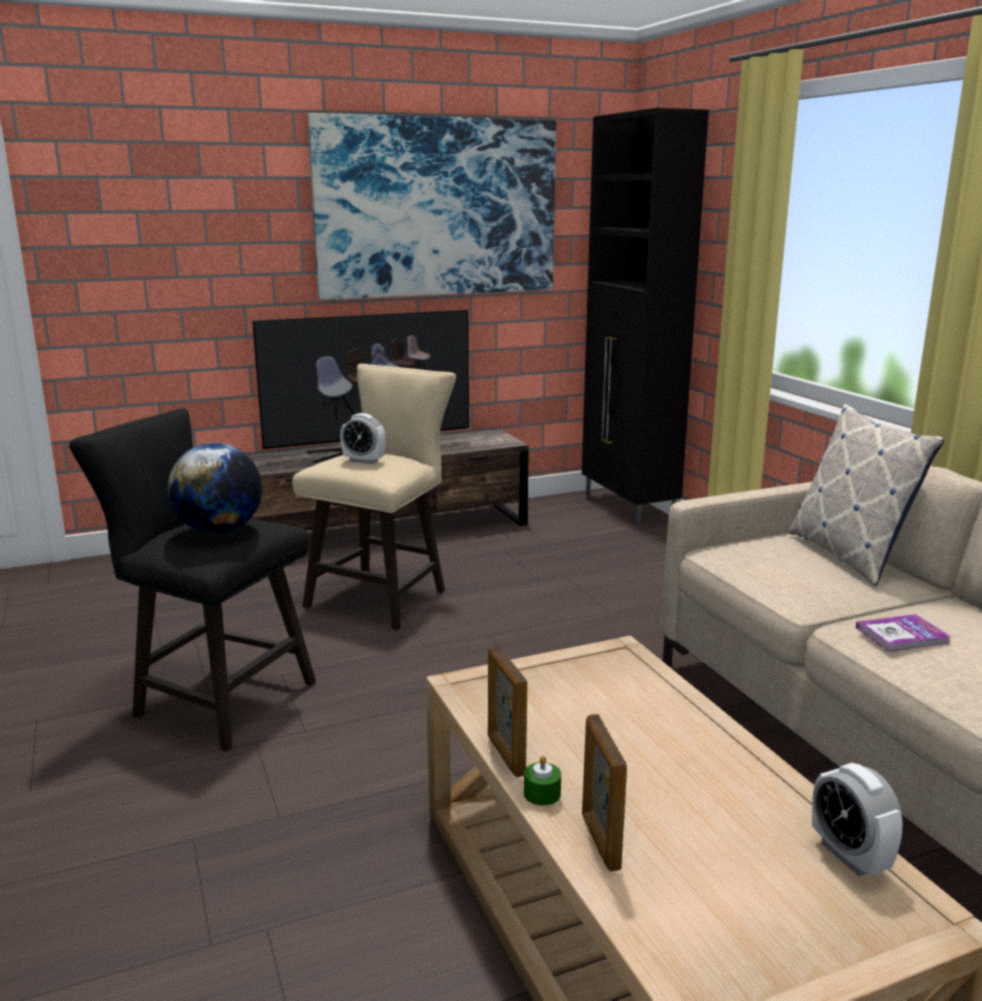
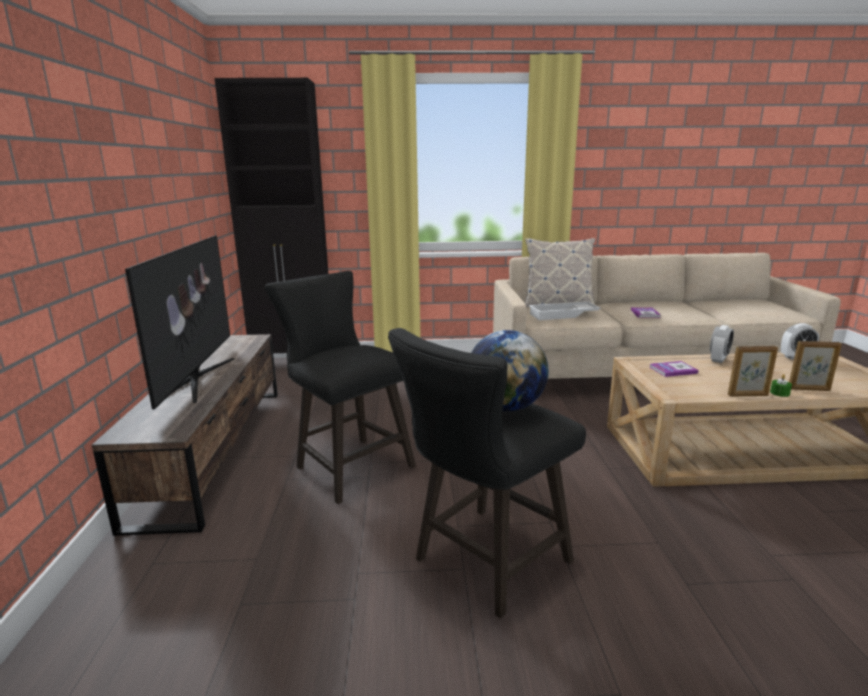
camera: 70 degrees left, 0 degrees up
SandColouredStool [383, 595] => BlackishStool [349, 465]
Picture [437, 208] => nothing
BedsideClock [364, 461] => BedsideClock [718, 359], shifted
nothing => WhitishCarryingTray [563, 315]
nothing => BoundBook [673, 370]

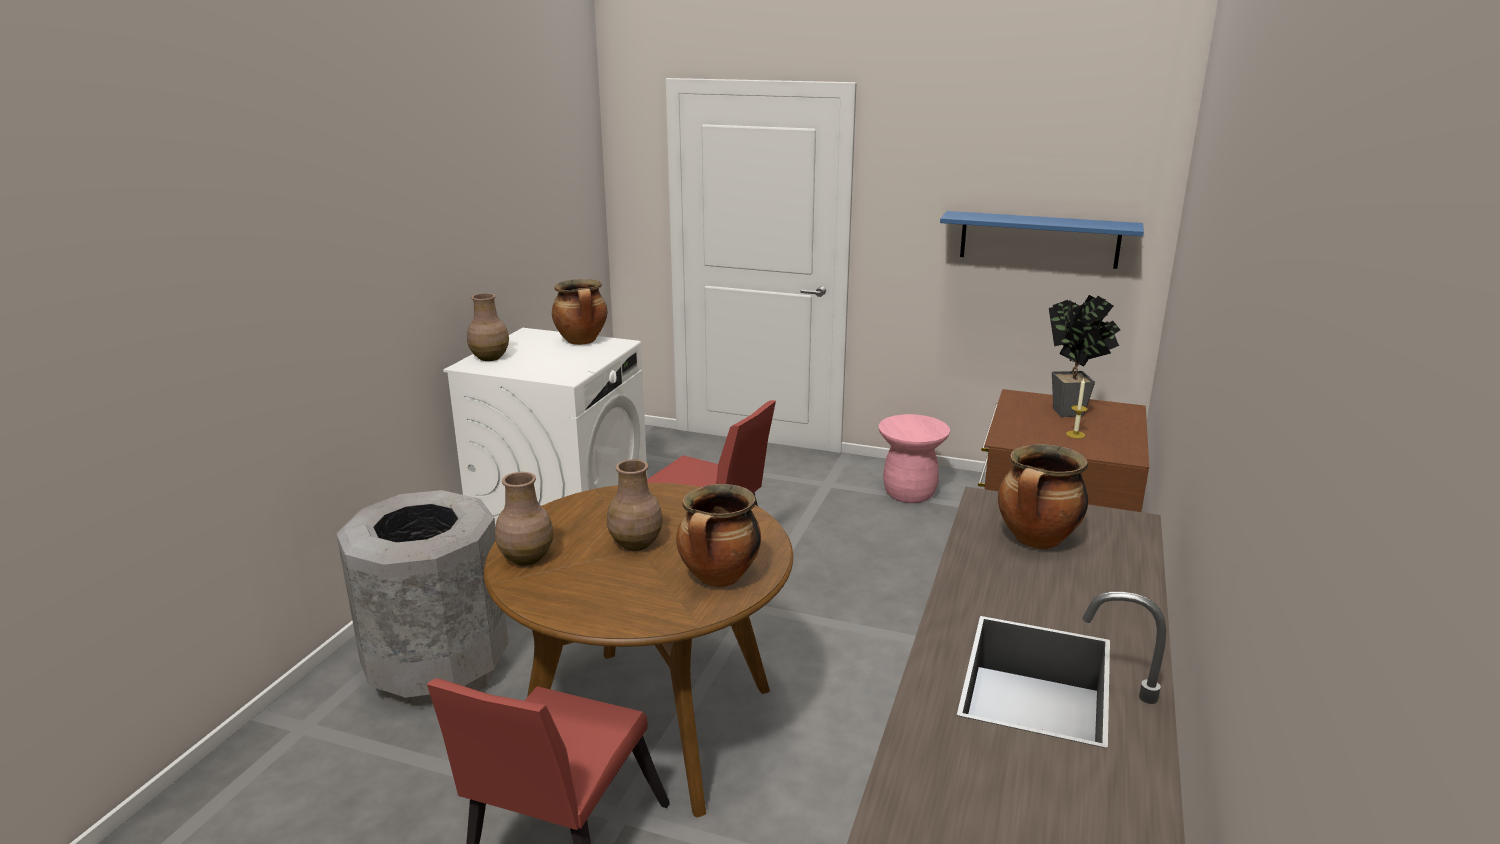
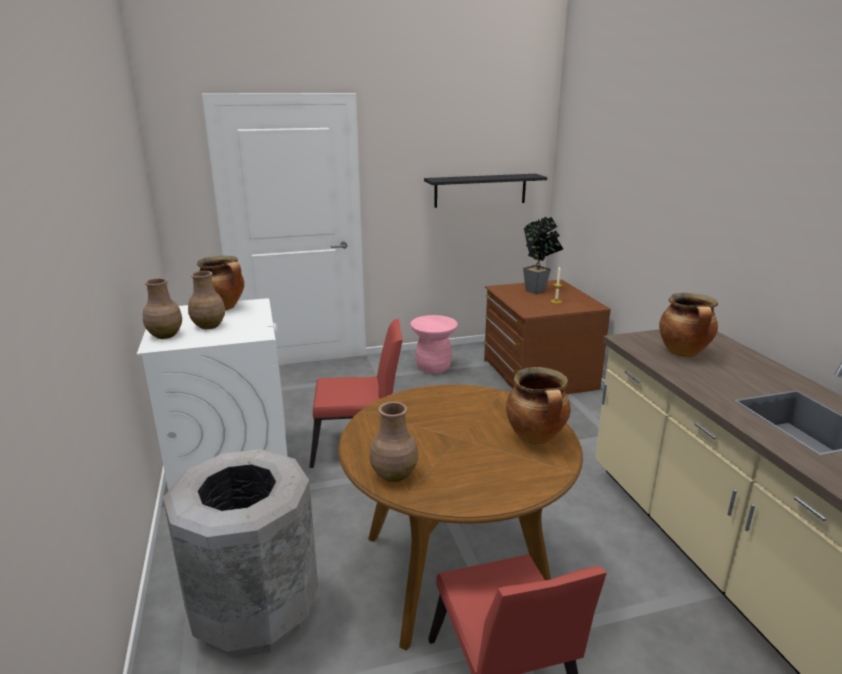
camera: 35 degrees left, 0 degrees up
BrownVase [636, 544] => BrownVase [209, 326], shifted
BluishBracketShelf [1039, 239] => BlackishBracketShelf [480, 190]

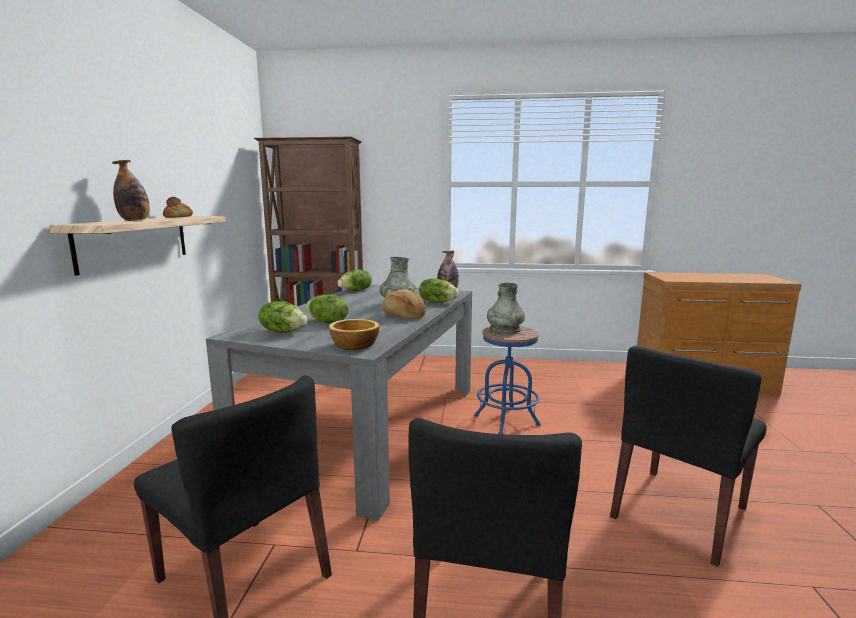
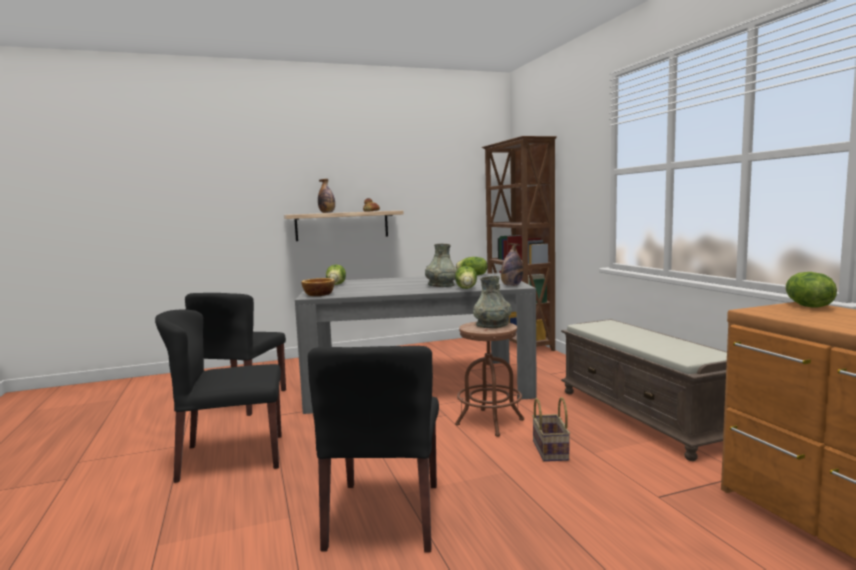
camera: 65 degrees right, 5 degrees down
Lettuce [327, 322] => Lettuce [806, 306], shifted
Bread [403, 315] => nothing
BluishStool [506, 420] => BrownStool [490, 422]
BlackishPlainChair [679, 513] => BlackishPlainChair [384, 516], 105 degrees counterclockwise
nothing => HouseholdBasket [549, 450]
nothing => BrownBench [644, 417]

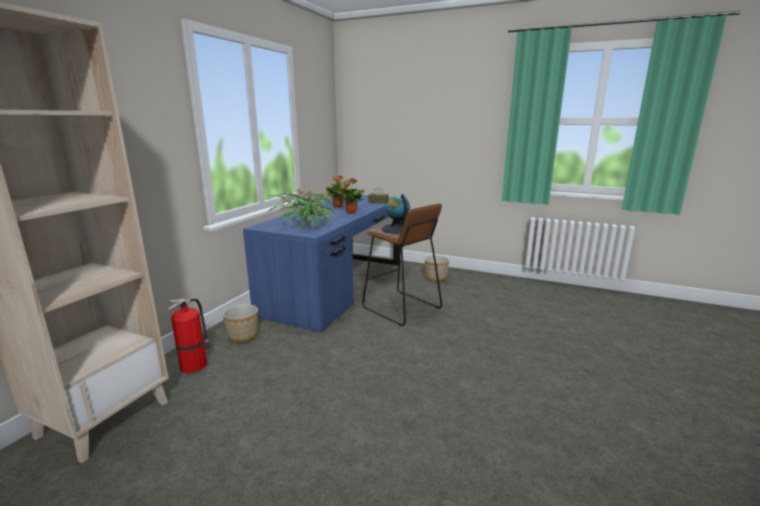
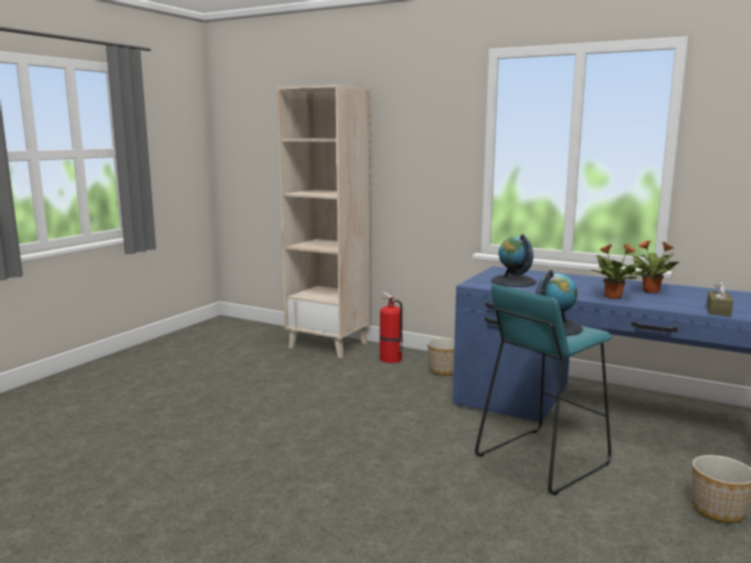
camera: 95 degrees right, 5 degrees down
PottedPlant [306, 225] => WorldGlobe [513, 281]
BrownStool [401, 308] => BlueGreenStool [541, 460]

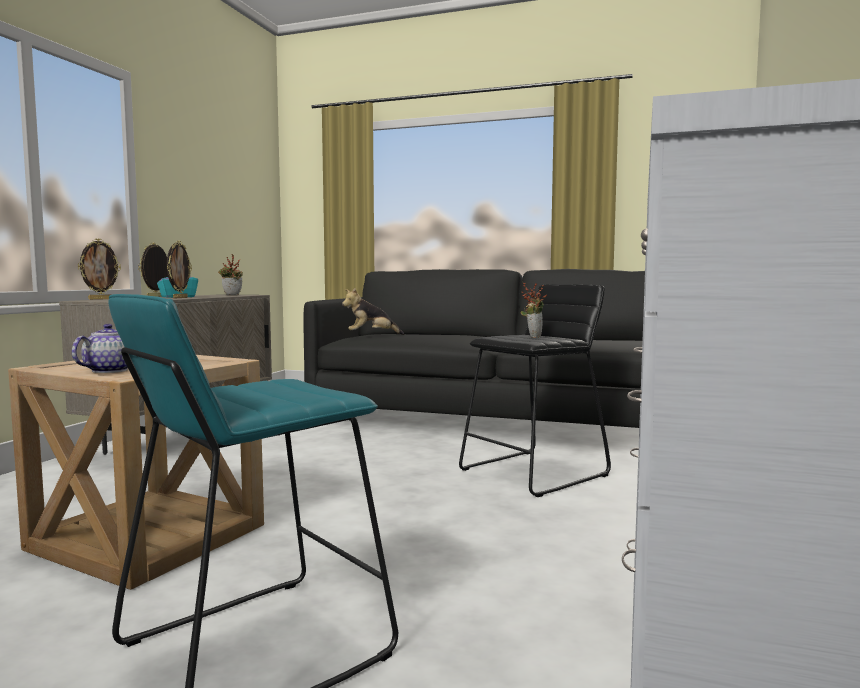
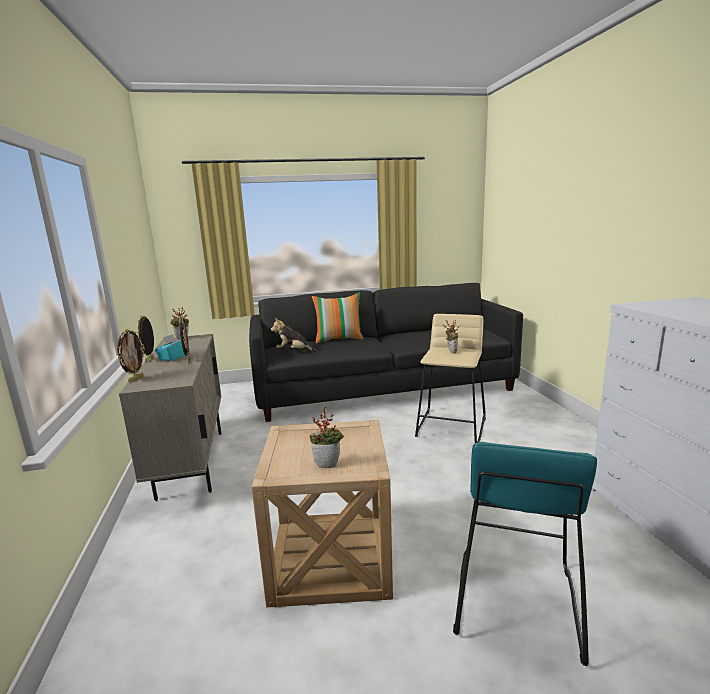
camera: 30 degrees left, 10 degrees up
Teapot [109, 370] => PottedPlant [328, 464]
PlushToy [371, 335] => PlushToy [294, 351], 60 degrees clockwise
BlackishStool [534, 473] => SandColouredStool [451, 427]
nothing => Cushion [339, 339]

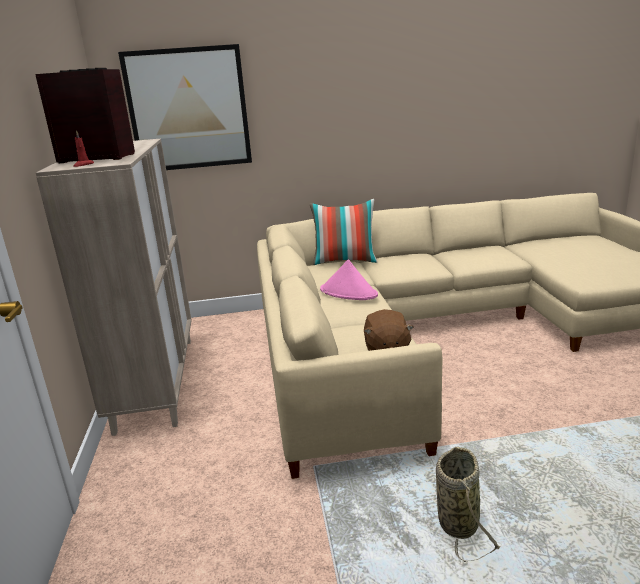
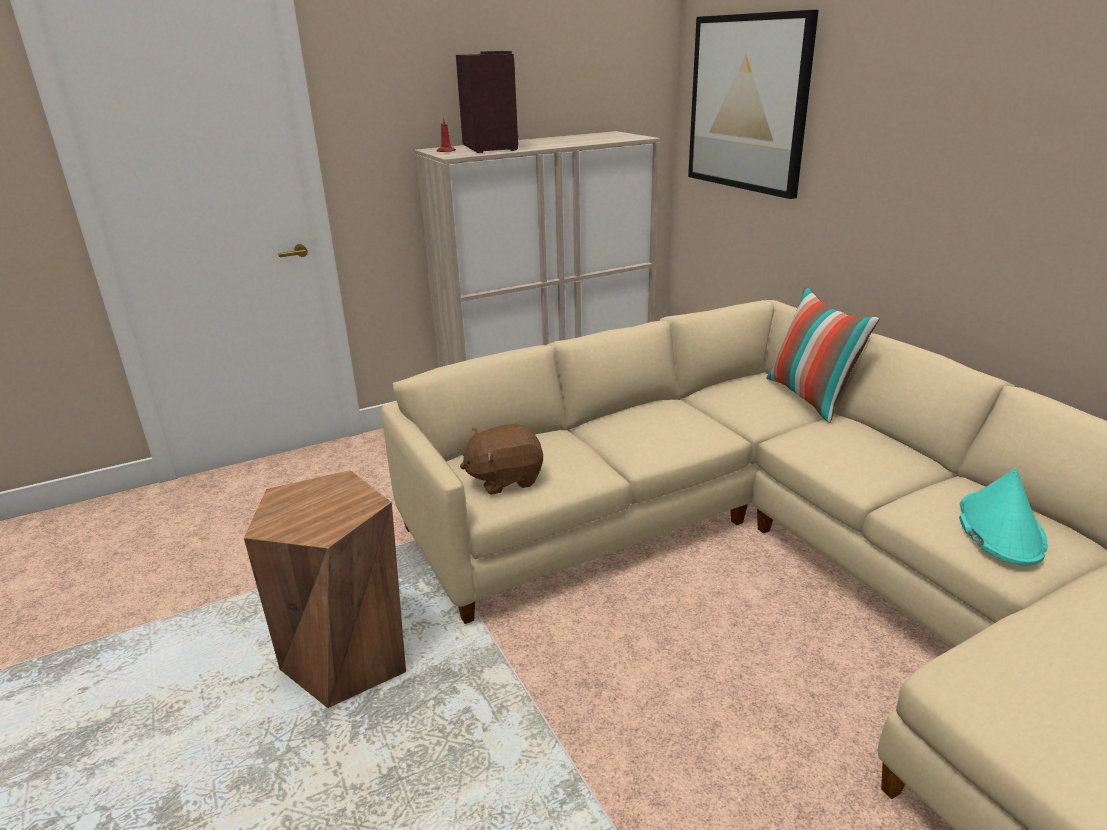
camera: 70 degrees right, 5 degrees up
PinkWearableHat [349, 292] => nothing
HouseholdBasket [457, 521] => BrownStool [348, 657]
nothing => BlueGreenWearableHat [999, 529]

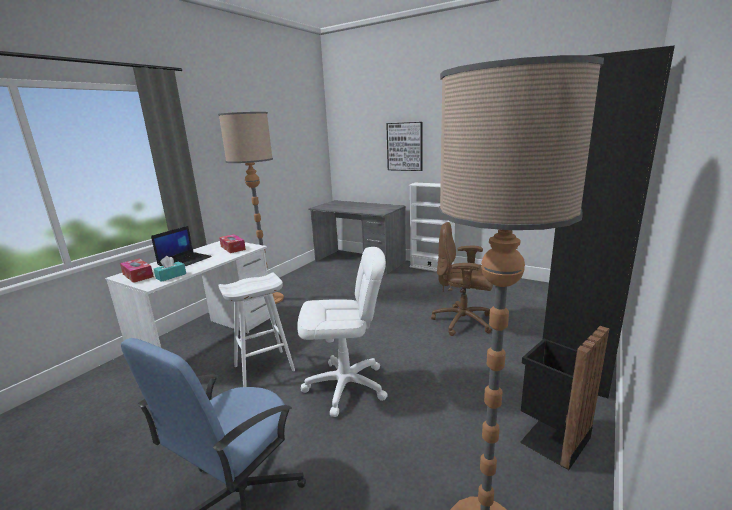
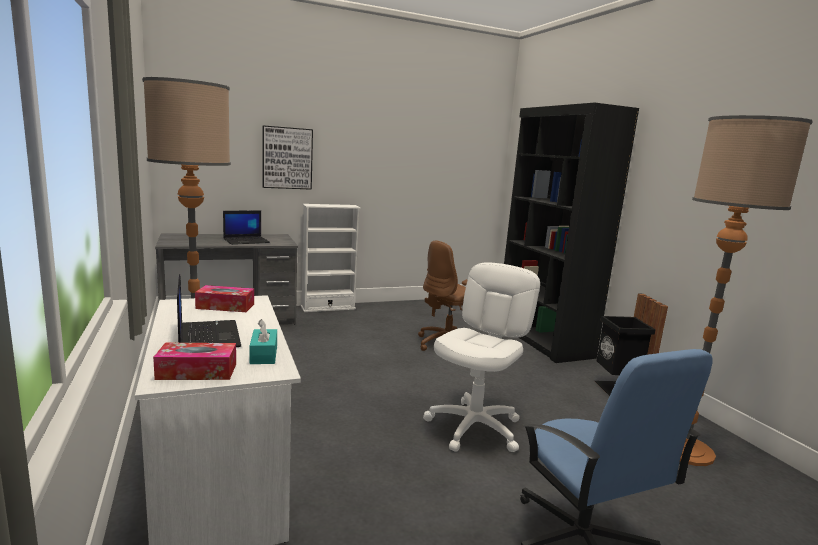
camera: 55 degrees left, 5 degrees down
WhitishStool [263, 369] => nothing
nothing => PortableComputer [247, 241]

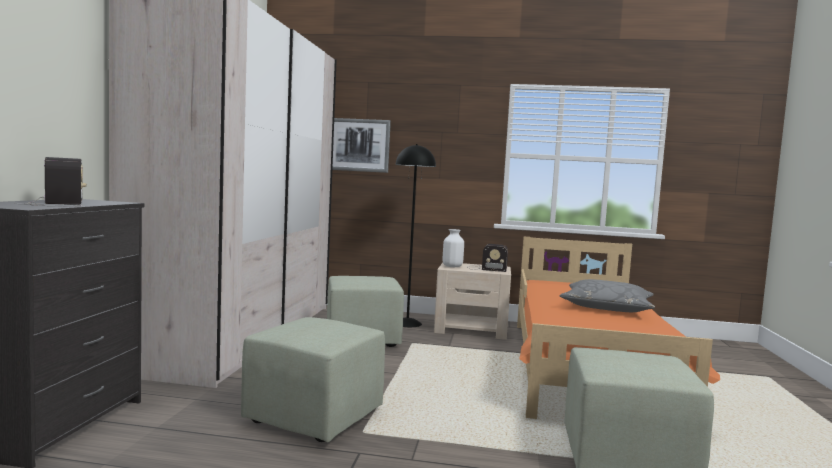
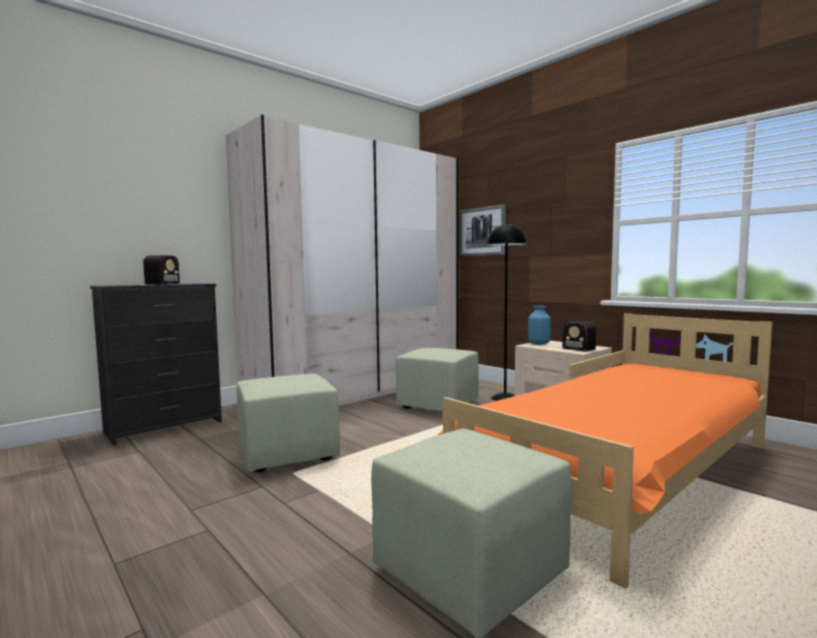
camera: 40 degrees right, 0 degrees up
WhitishVase [452, 266] => BluishVase [539, 344]
GrayCushion [607, 307] => nothing

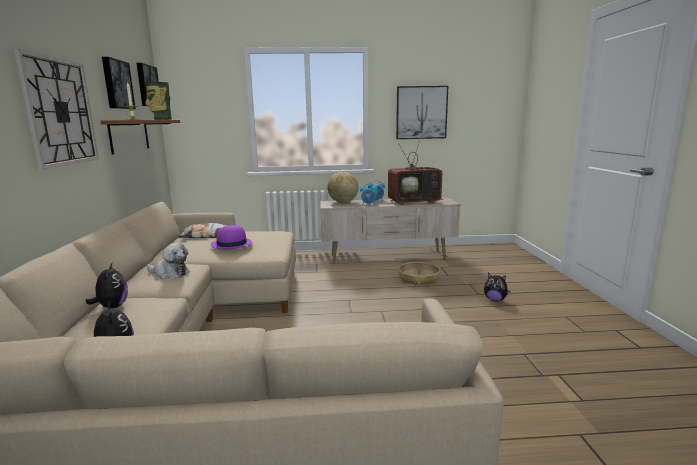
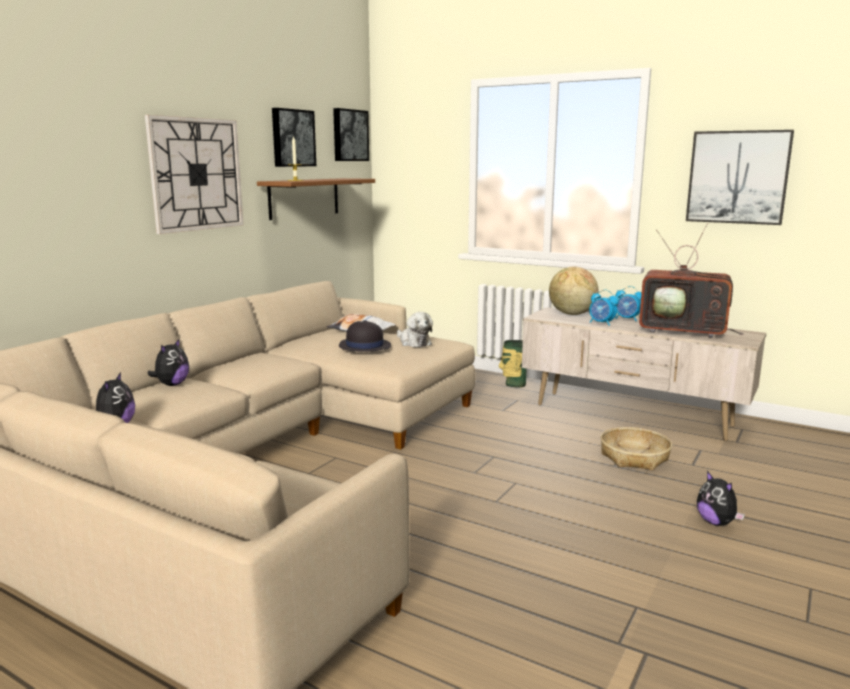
camera: 35 degrees right, 0 degrees up
Vase [161, 119] => Vase [514, 384], shifted
PlushToy [170, 273] => PlushToy [413, 342], shifted
PurplishWearableHat [231, 244] => BlackishWearableHat [364, 346]

